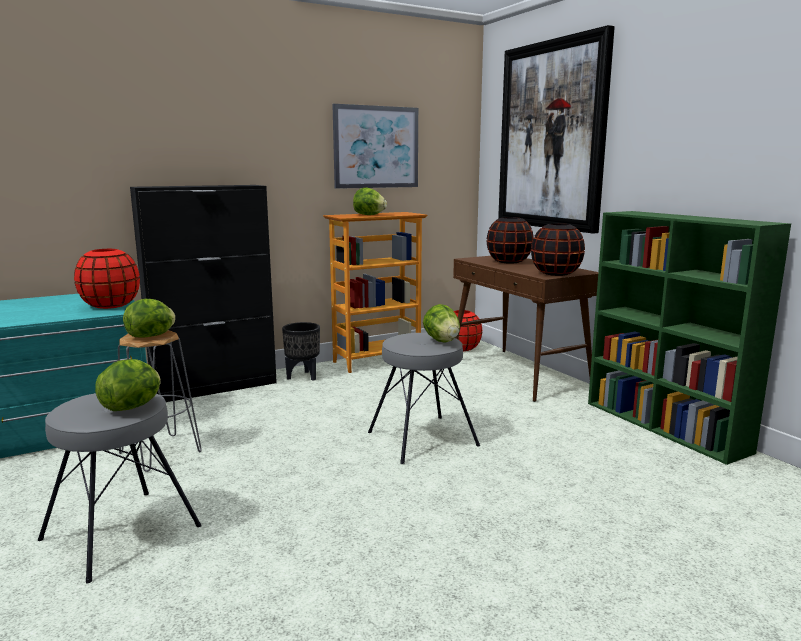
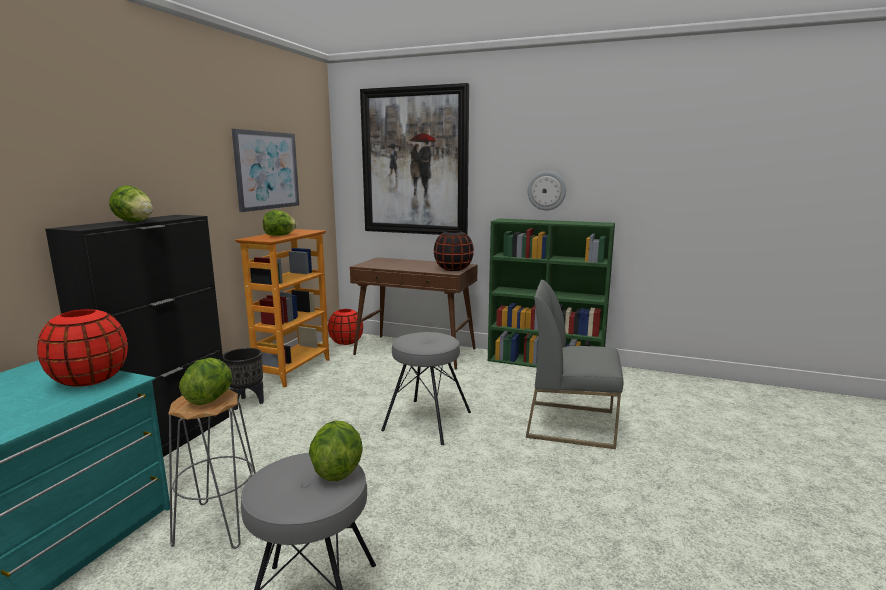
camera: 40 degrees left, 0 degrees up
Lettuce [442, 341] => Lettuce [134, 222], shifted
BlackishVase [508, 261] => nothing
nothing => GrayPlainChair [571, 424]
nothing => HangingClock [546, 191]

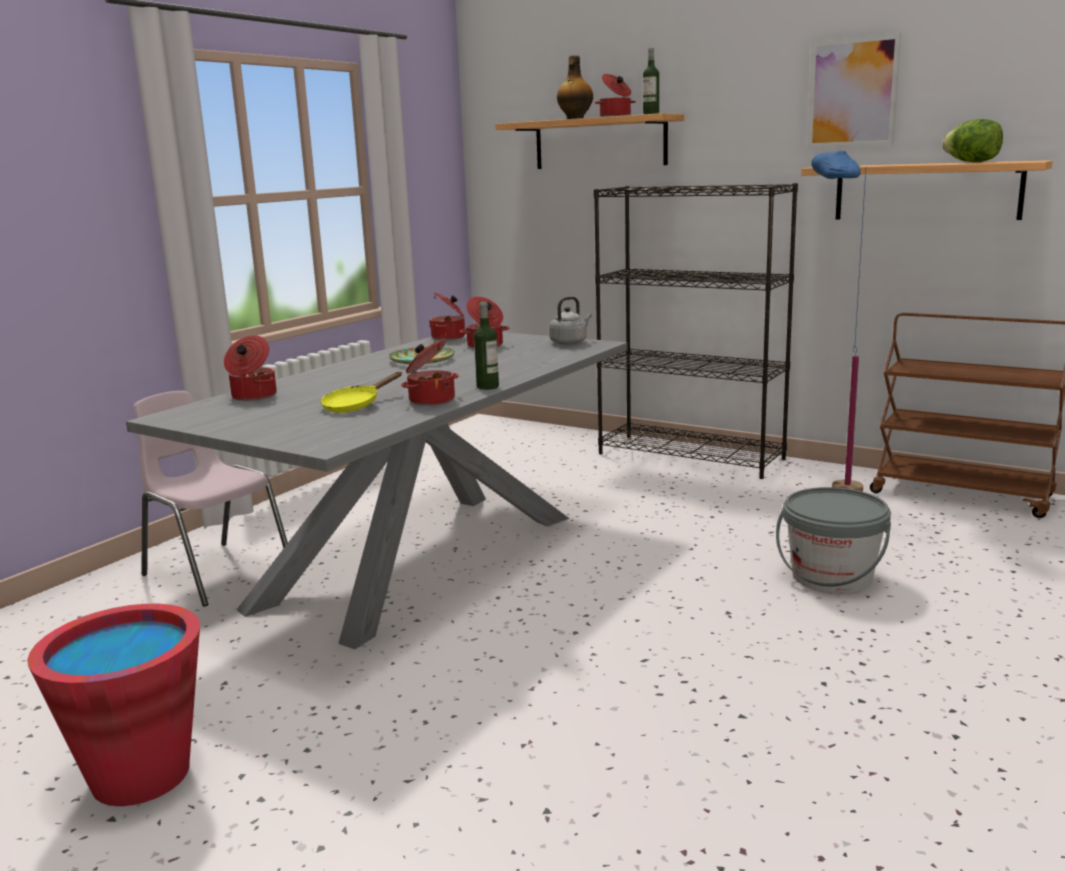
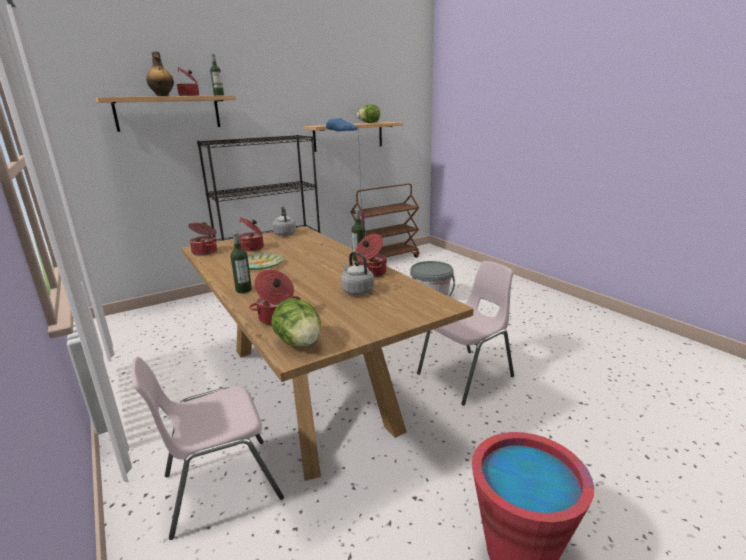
camera: 65 degrees left, 5 degrees up
GrayKitchenTable [423, 559] => BrownKitchenTable [307, 386]
YellowishFryingPan [355, 406] => GrayTeaKettle [356, 291]
Picture [852, 93] => nothing
nothing => Bottle [243, 290]
nothing => Lettuce [299, 343]
nothing => PinkPlainChair [467, 375]

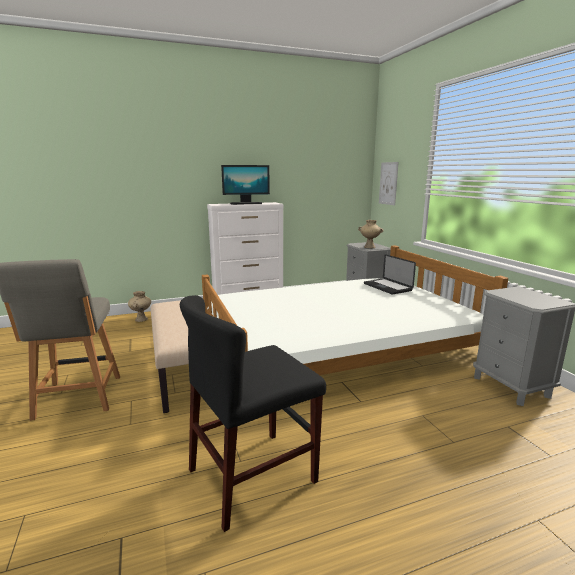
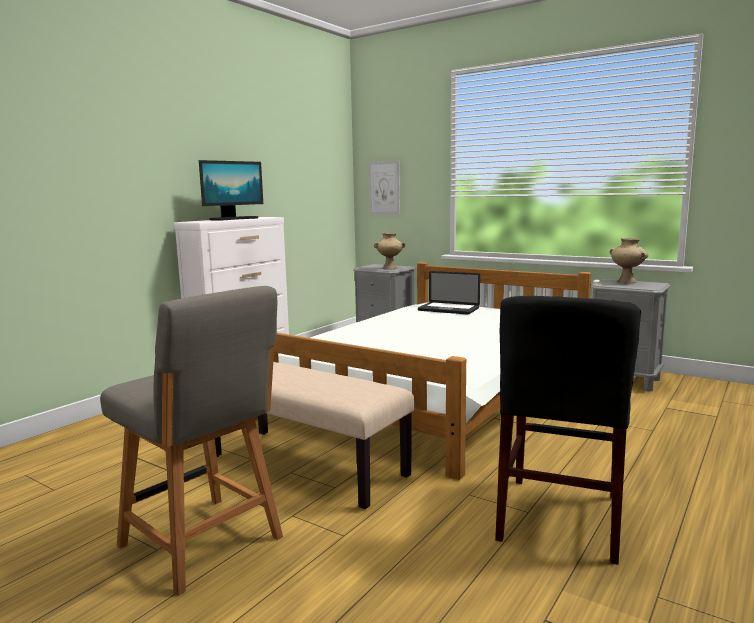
camera: 35 degrees left, 5 degrees down
SandColouredVase [141, 319] => SandColouredVase [627, 282], shifted

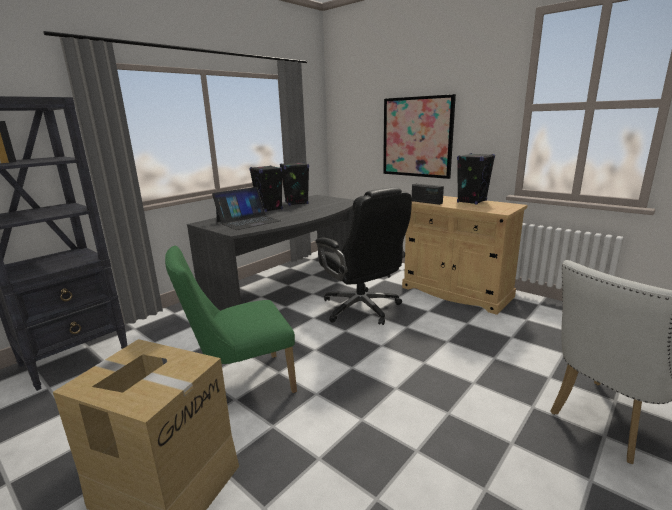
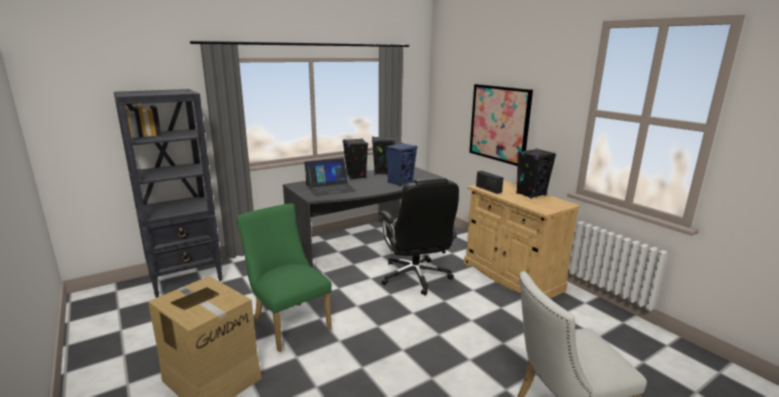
camera: 15 degrees right, 0 degrees up
GreenishPlainChair [241, 385] => GreenishPlainChair [288, 322], 60 degrees clockwise
nothing => BluishAudioSpeaker [400, 182]

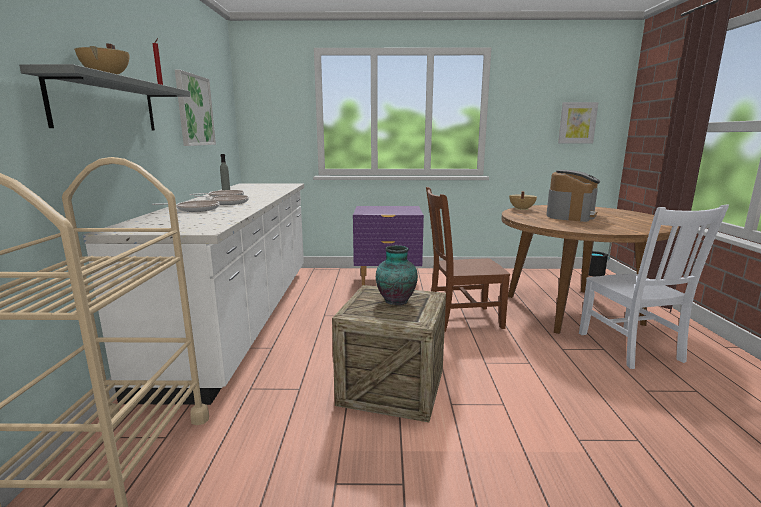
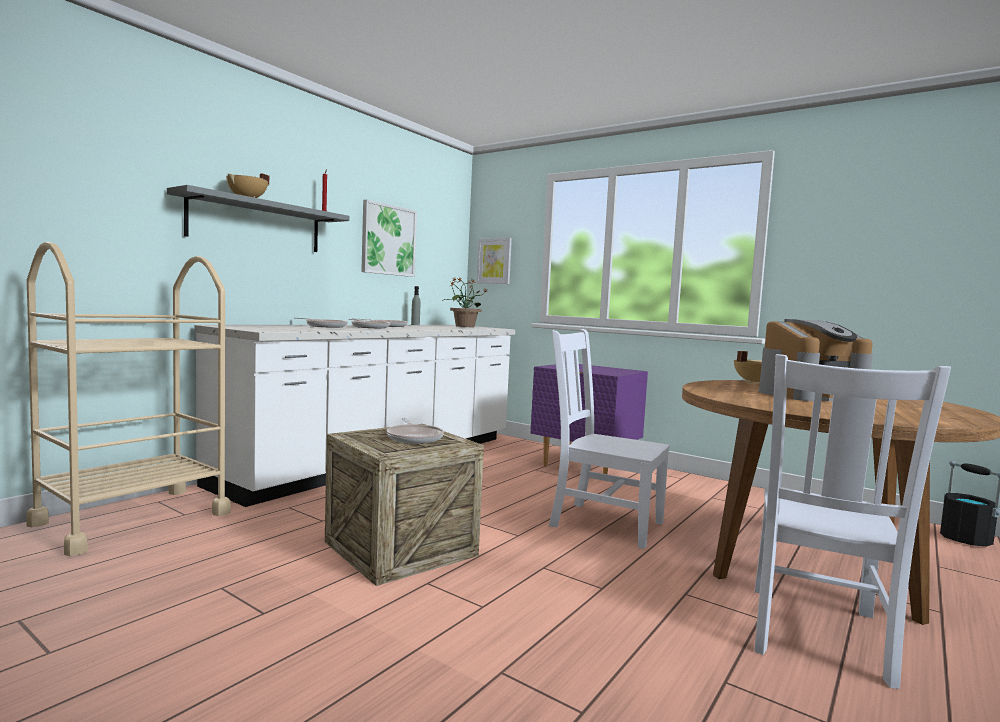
camera: 35 degrees right, 10 degrees down
Vase [396, 300] => FryingPan [414, 438]
BrownPlainChair [461, 319] => WhitishPlainChair [602, 523]
Picture [577, 123] => Picture [494, 261], shifted
nothing => PottedPlant [464, 326]

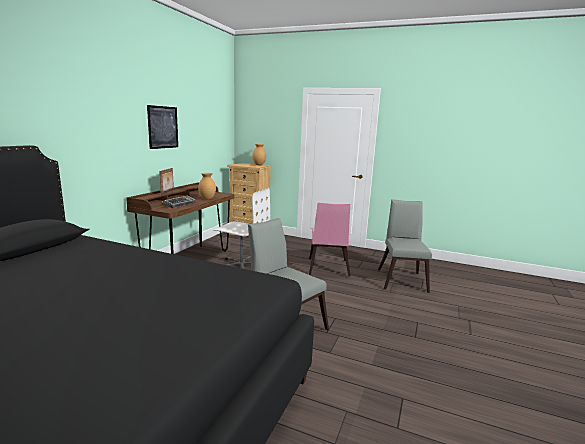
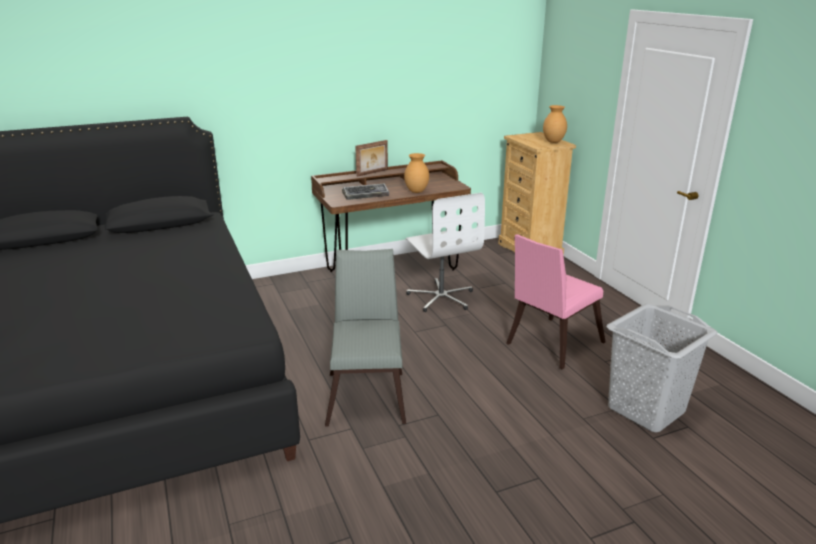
camera: 45 degrees right, 10 degrees up
Picture [163, 127] => nothing
GrayPlainChair [402, 279] => GrayWashingBasket [646, 409]

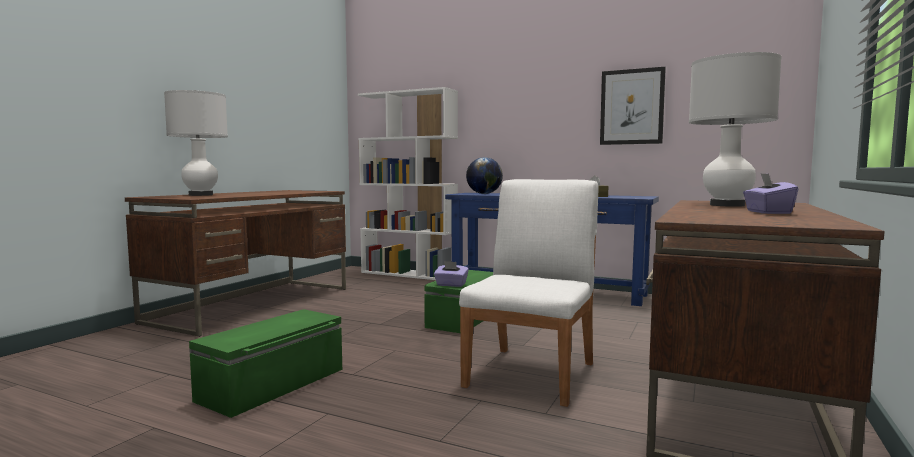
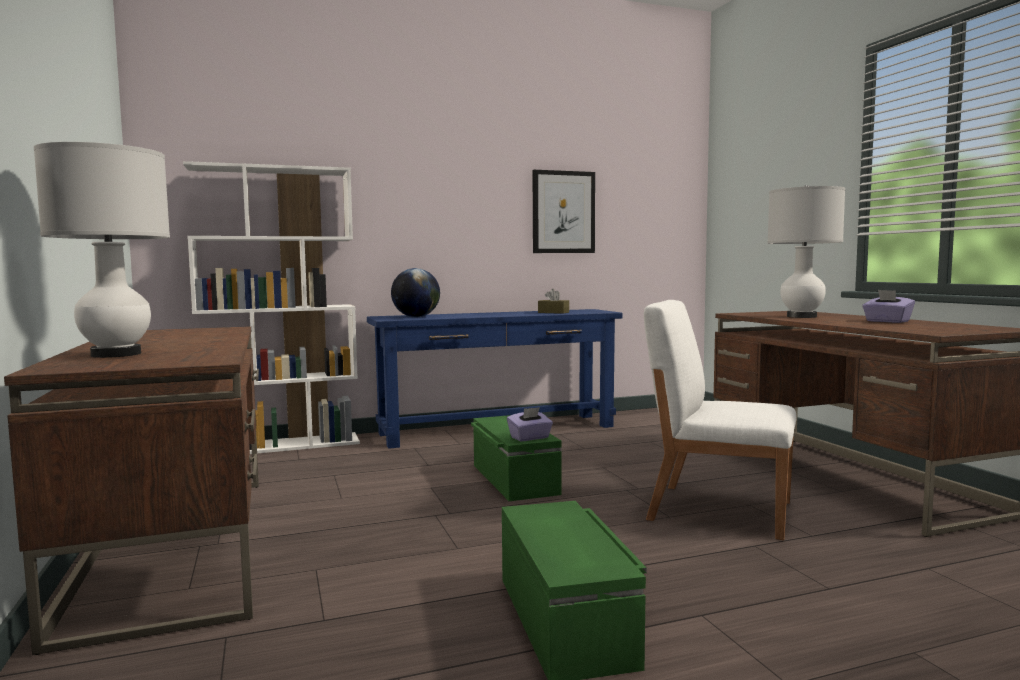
camera: 45 degrees left, 0 degrees up
WhitishPlainChair [532, 374] => WhitishPlainChair [717, 510], 45 degrees counterclockwise

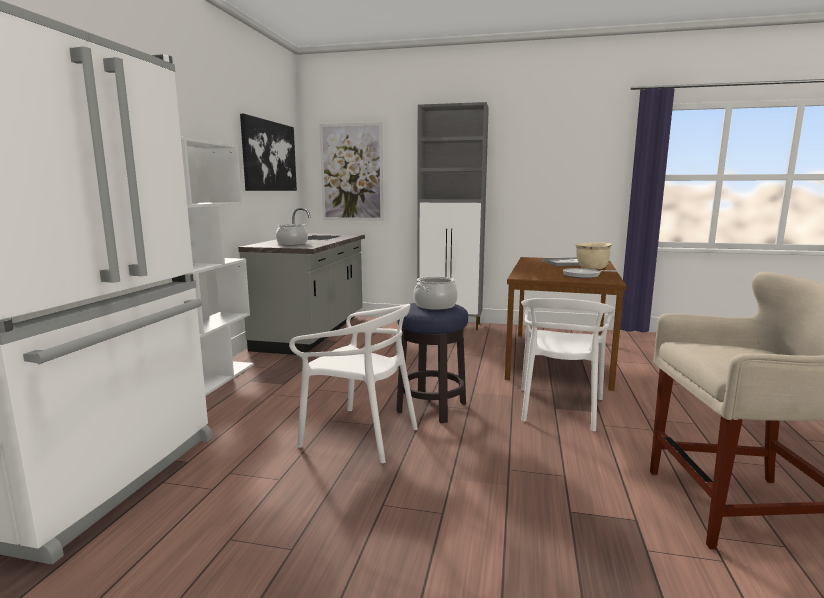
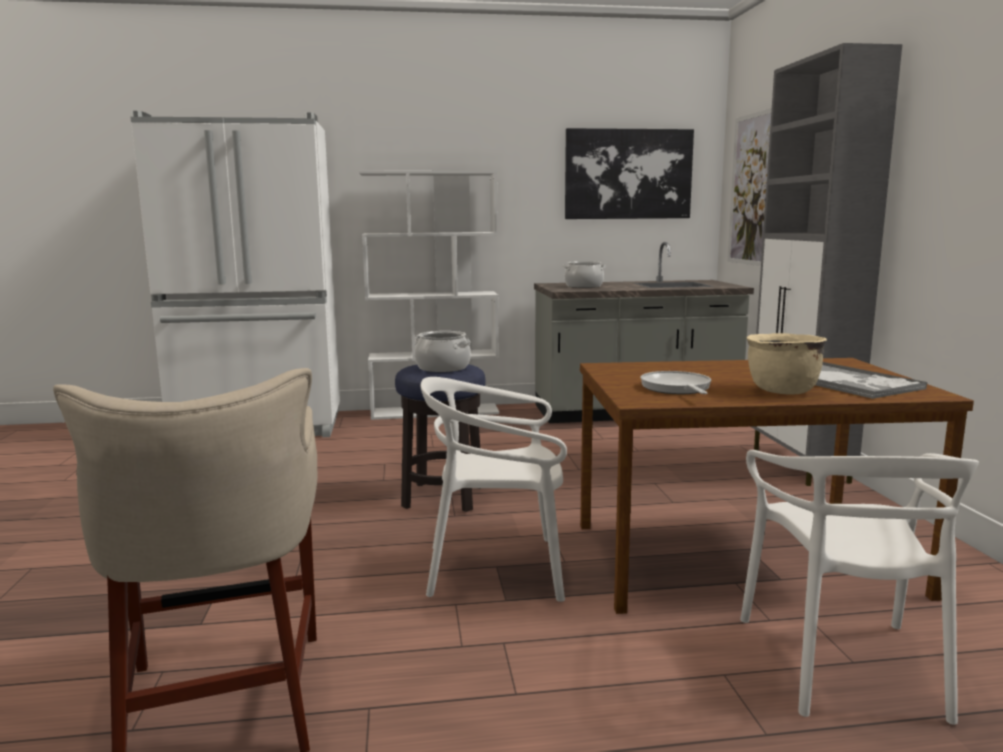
camera: 70 degrees right, 0 degrees up
WhitishPlainChair [360, 435] => WhitishPlainChair [843, 664], shifted

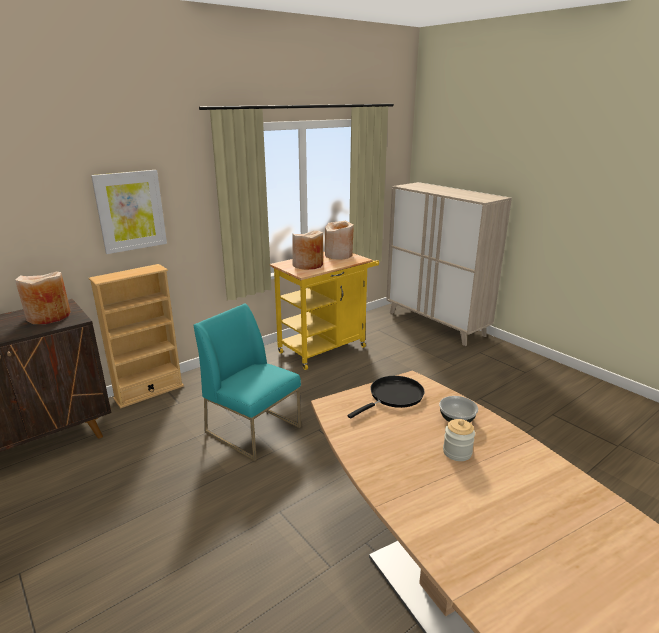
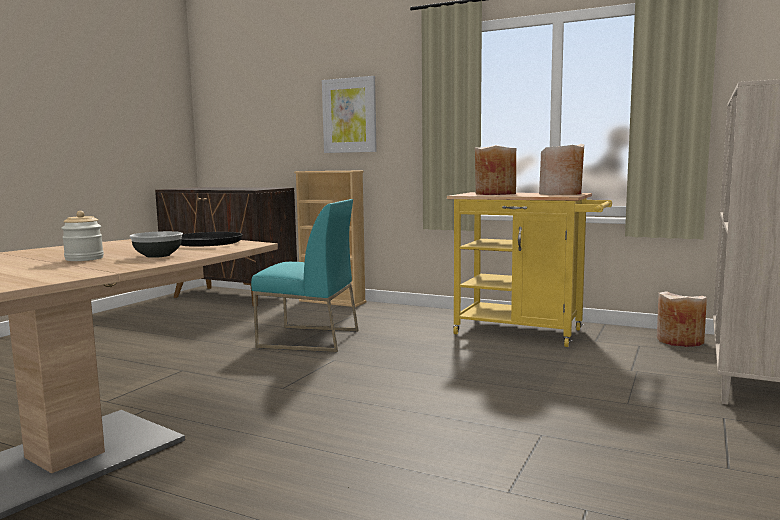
camera: 65 degrees right, 15 degrees down
SandColouredVase [48, 316] => SandColouredVase [679, 341], shifted
BlueGreenPlainChair [254, 429] => BlueGreenPlainChair [308, 339], 90 degrees clockwise

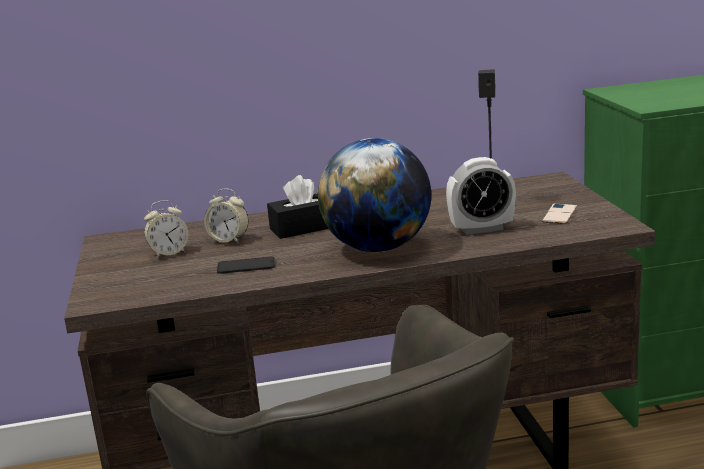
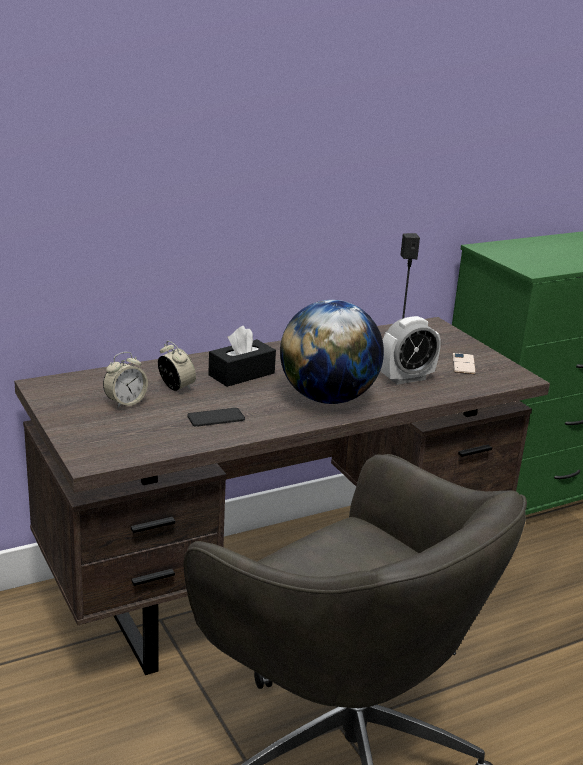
camera: 20 degrees left, 5 degrees up
BedsideClock [229, 240] => BedsideClock [176, 387], 135 degrees counterclockwise

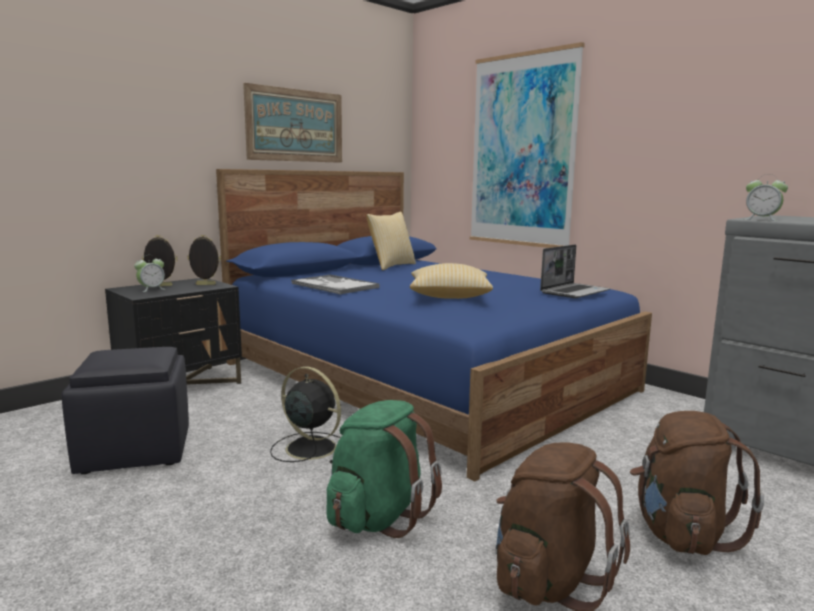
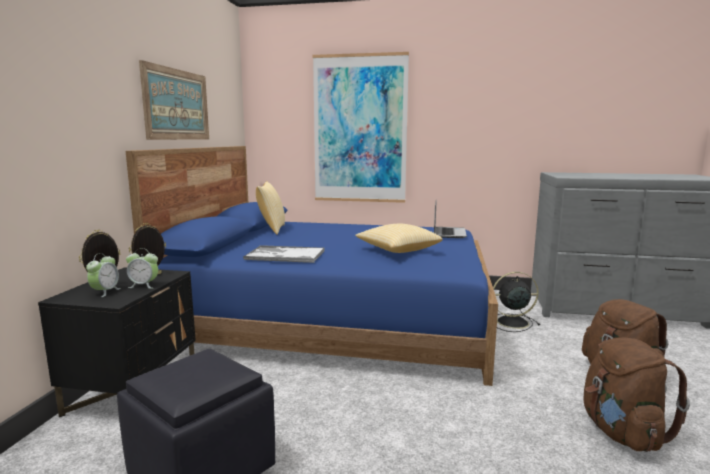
camera: 35 degrees left, 0 degrees up
BlackishFan [309, 447] => BlackishFan [511, 322], shifted
GreenishBackpack [379, 516] => nothing
BedsideClock [762, 219] => BedsideClock [144, 285], shifted

